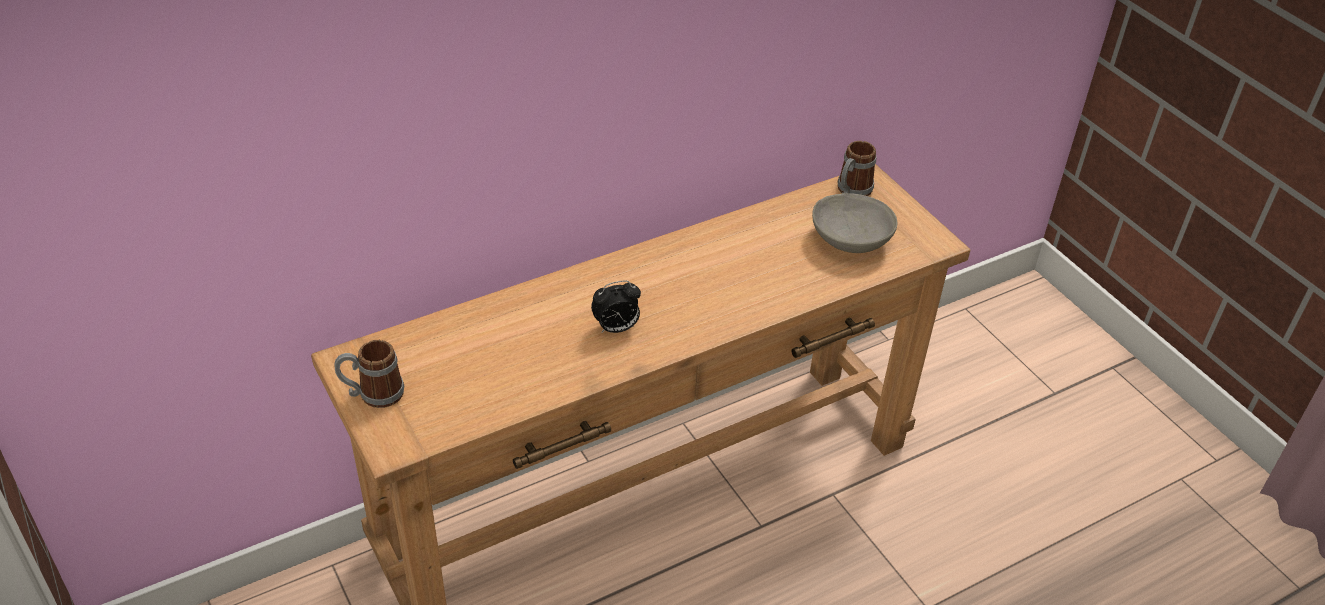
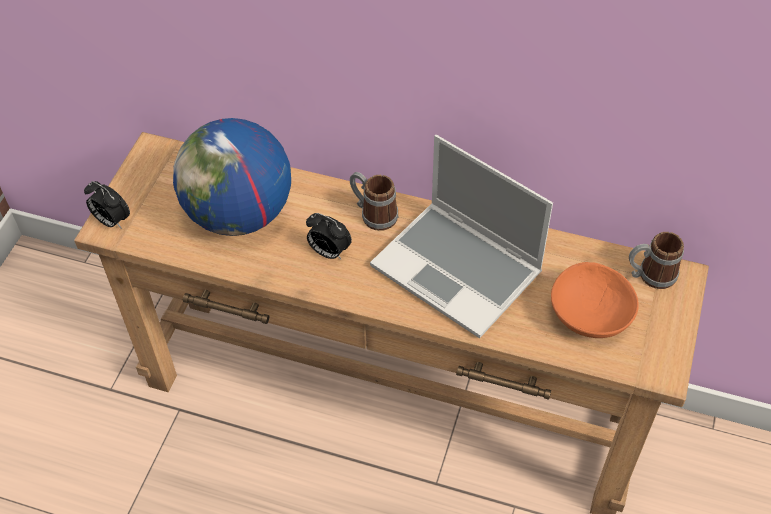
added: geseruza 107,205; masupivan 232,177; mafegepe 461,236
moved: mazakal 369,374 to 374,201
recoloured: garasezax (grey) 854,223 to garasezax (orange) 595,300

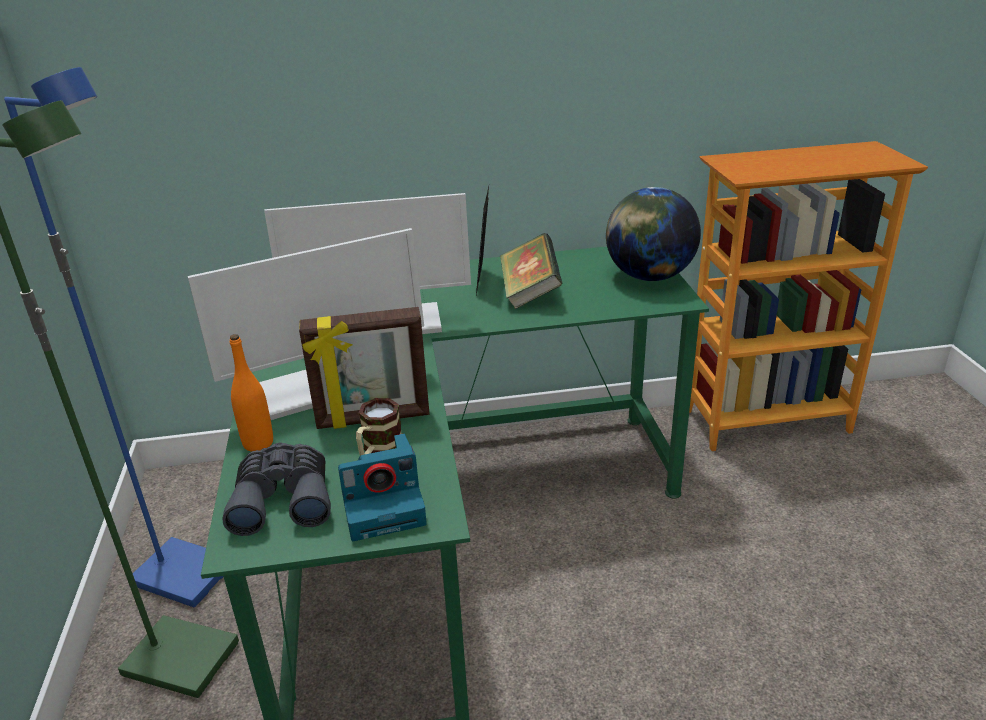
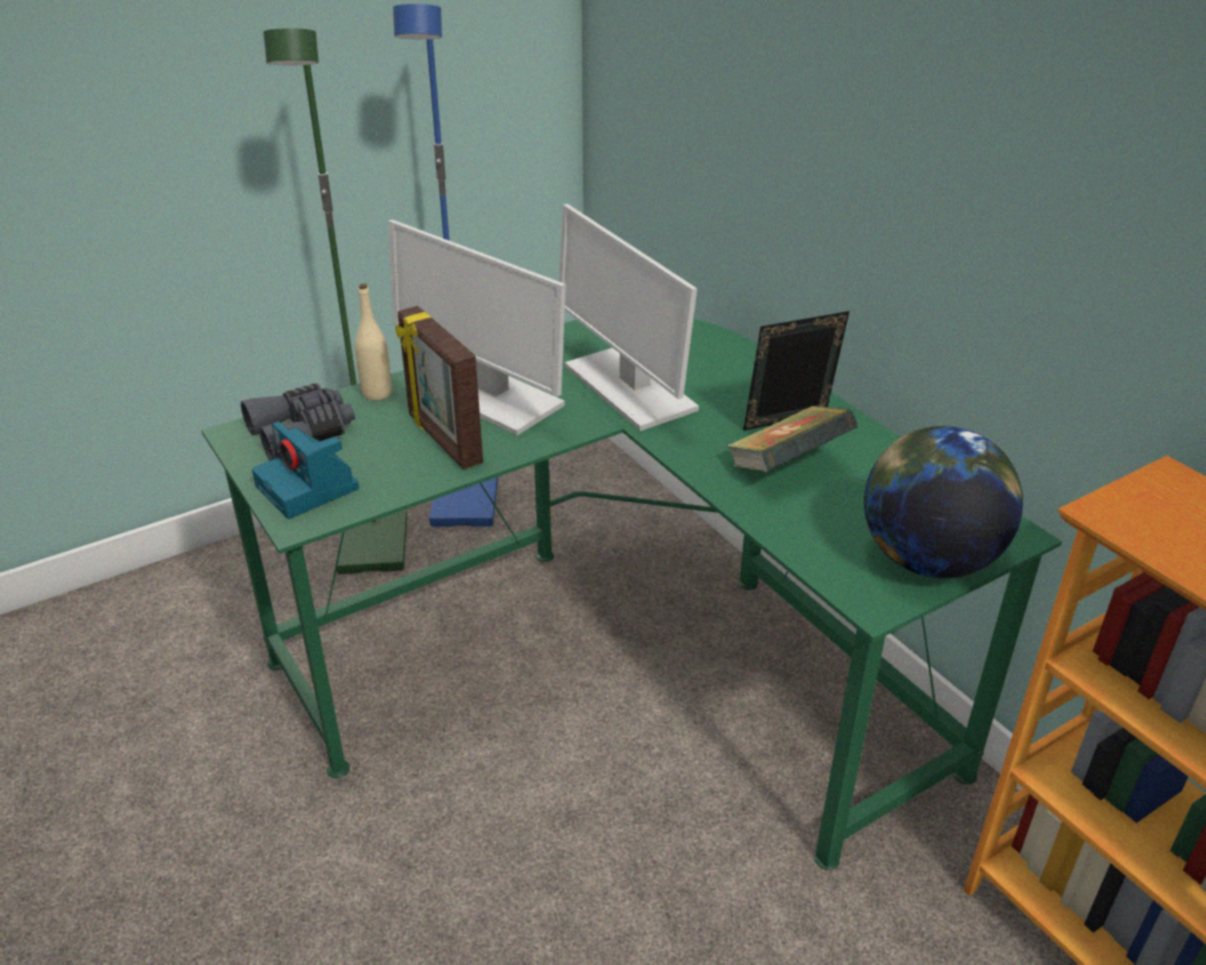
removed: mazakal 378,427
recoloured: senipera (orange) 251,393 to senipera (beige) 373,342

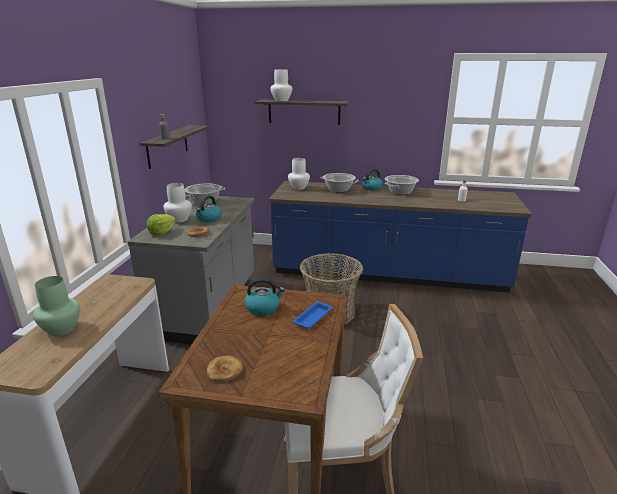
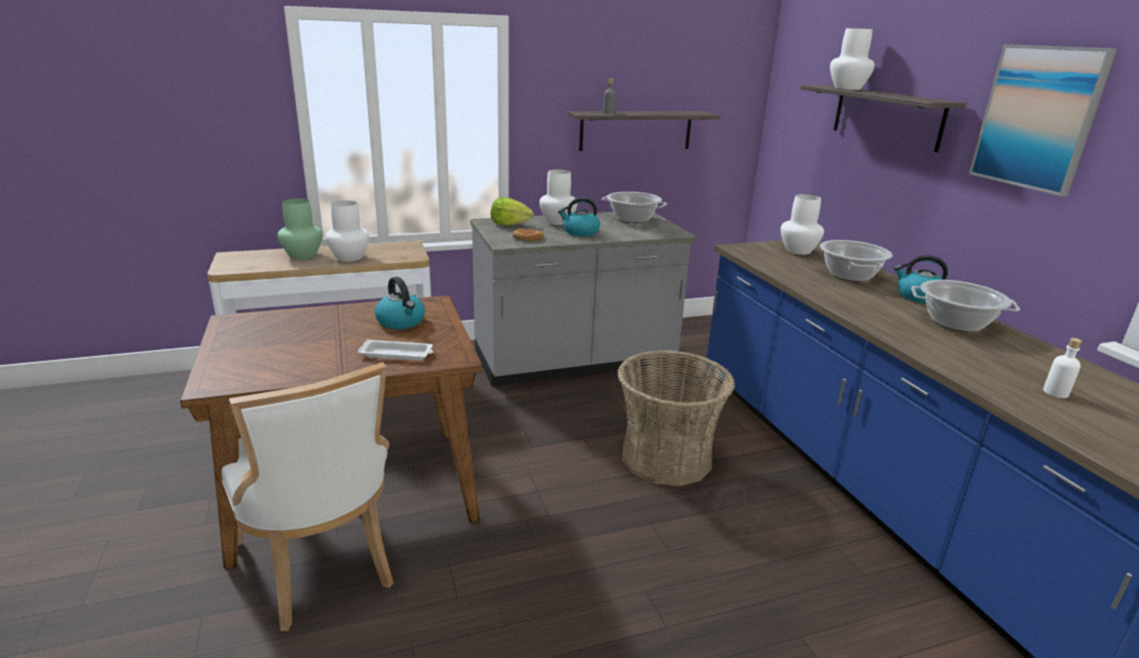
removed: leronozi 225,368
added: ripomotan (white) 347,231; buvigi 1043,120
recoloured: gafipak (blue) 312,315 to gafipak (white) 395,350

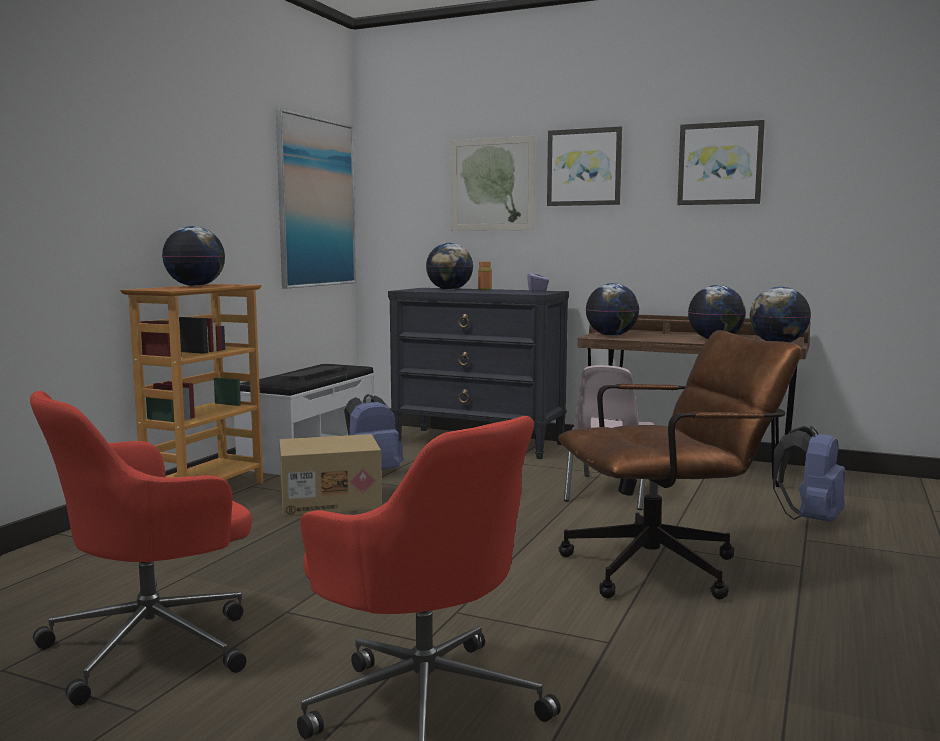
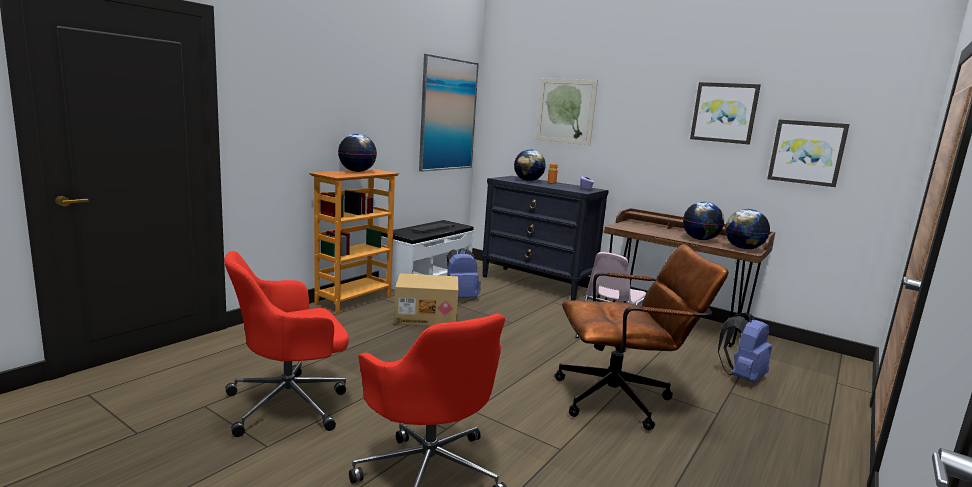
removed: masupivan 612,309
moved: buvigi 584,166 to 808,153

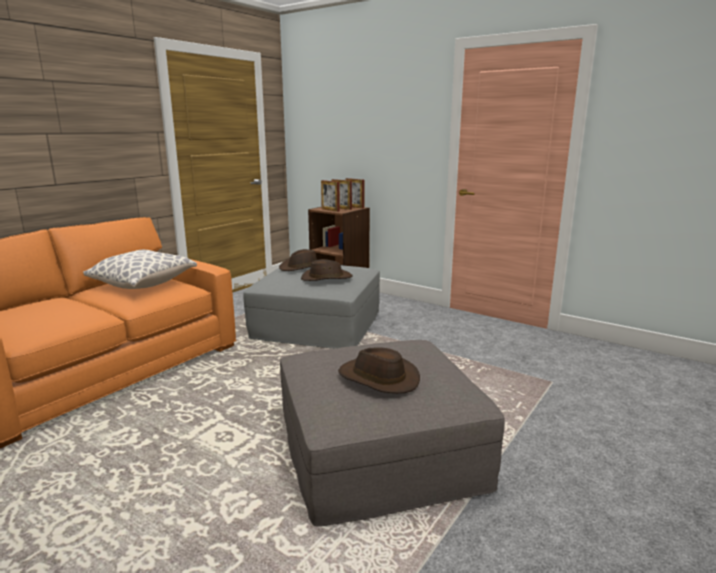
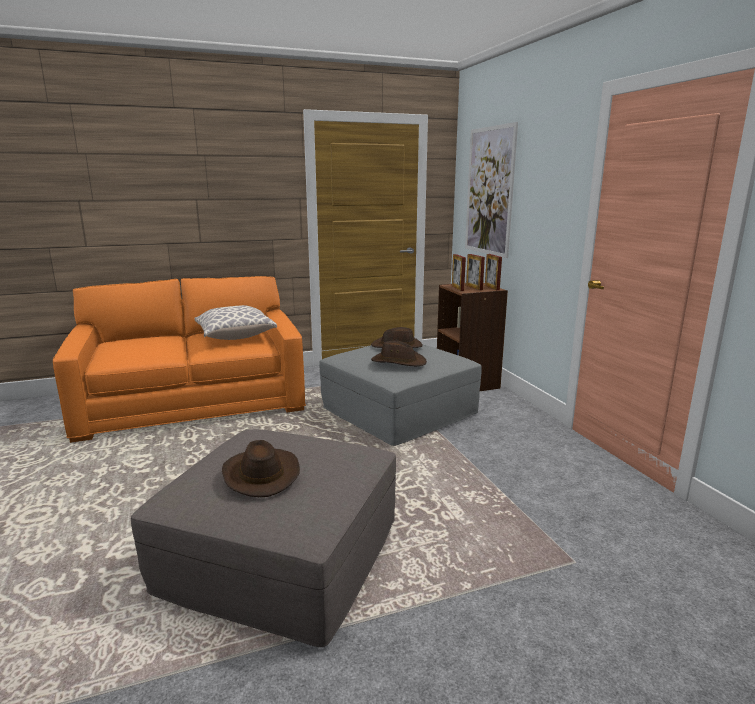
added: buvigi 491,190

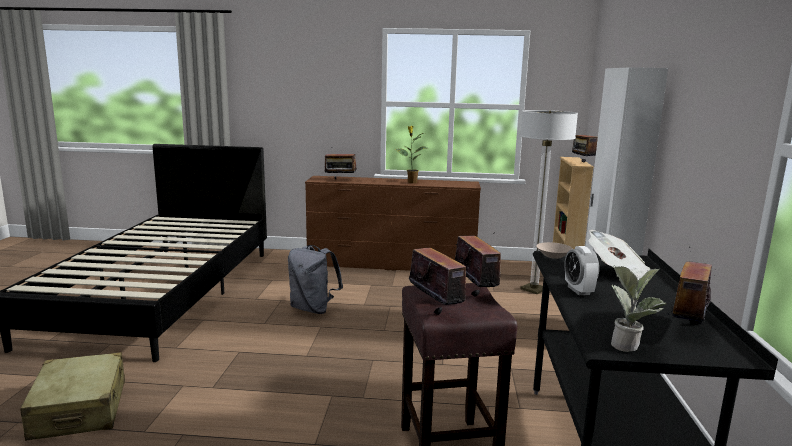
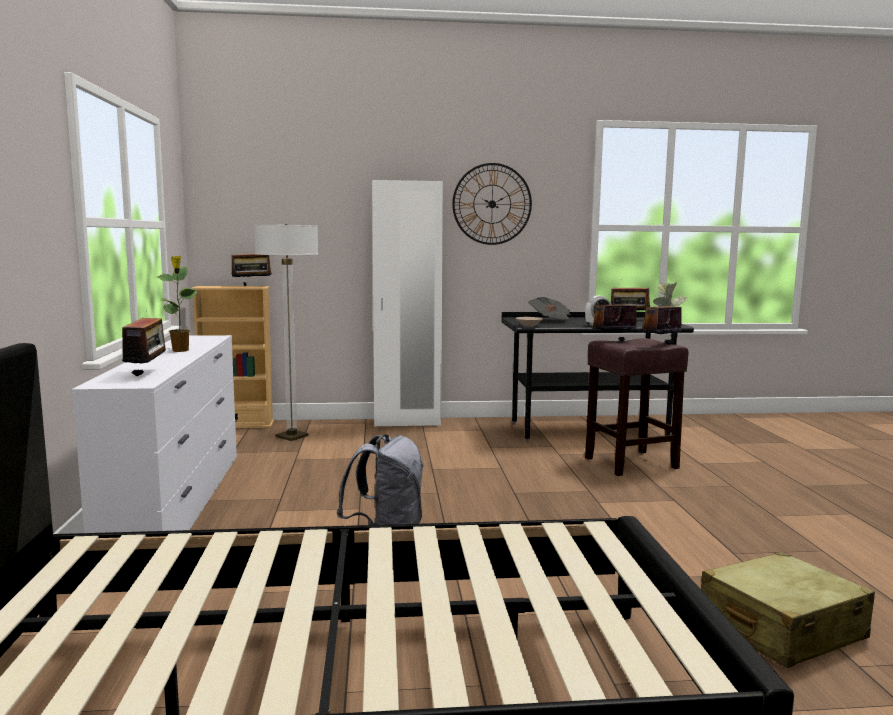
added: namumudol 492,204
recoloured: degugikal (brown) 393,223 to degugikal (white) 154,434

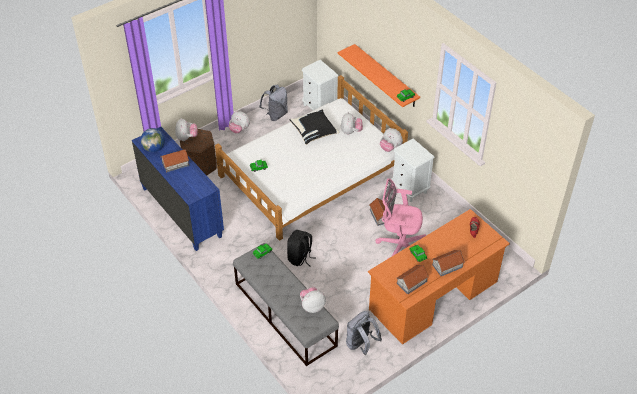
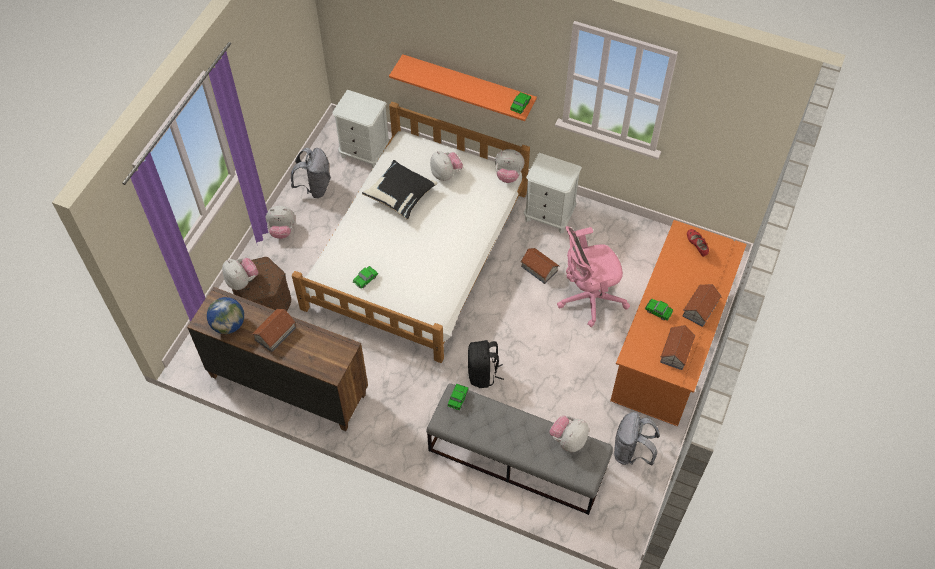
recoloured: degugikal (blue) 178,189 to degugikal (brown) 277,359

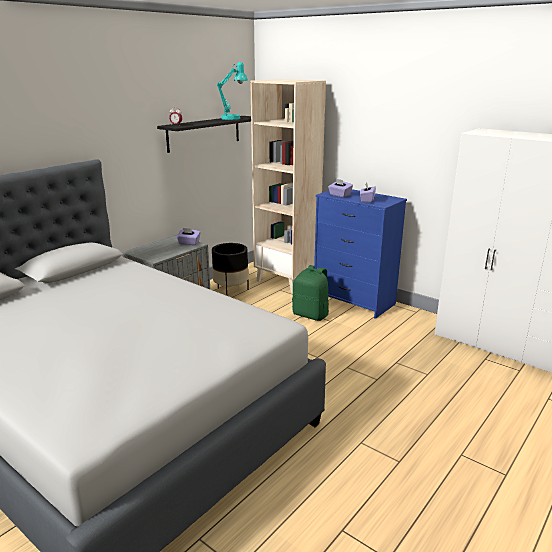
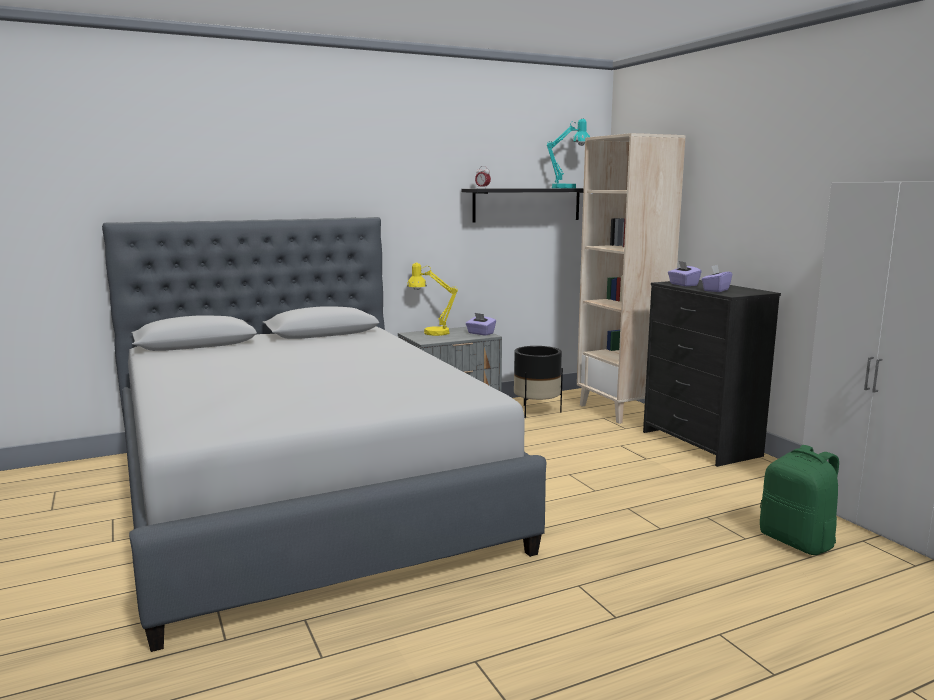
added: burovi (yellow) 432,299
moved: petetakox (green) 310,293 to 799,500
recoloured: degugikal (blue) 360,254 to degugikal (black) 712,373

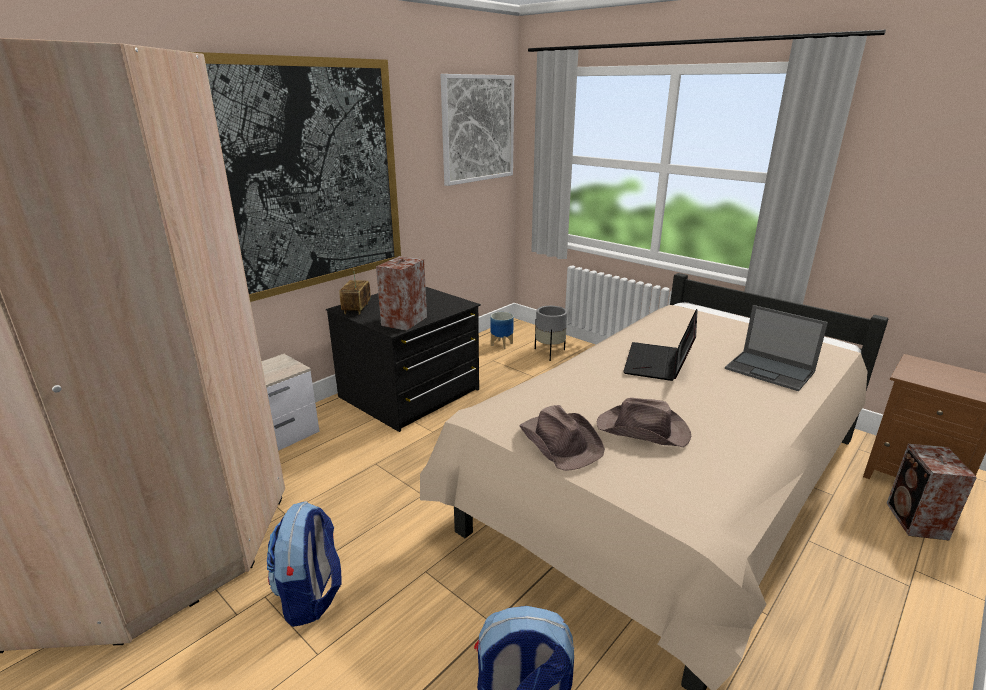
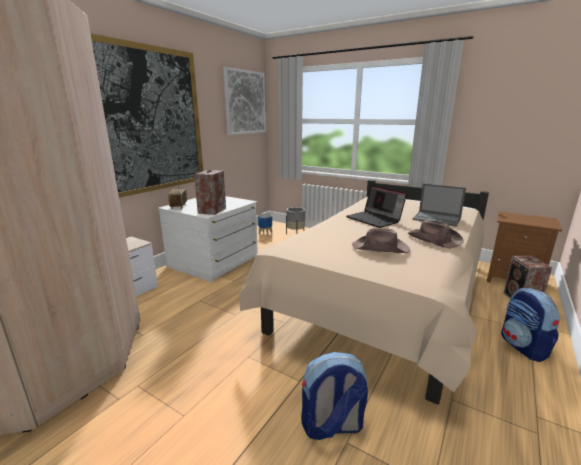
moved: petetakox 304,564 to 530,325; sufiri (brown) 562,438 to 436,234
recoloured: degugikal (black) 403,359 to degugikal (white) 208,239
turned: mafegepe 660,345 = 376,206 45 degrees counterclockwise

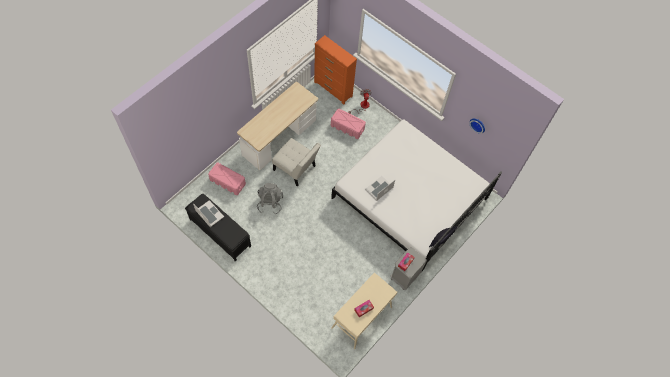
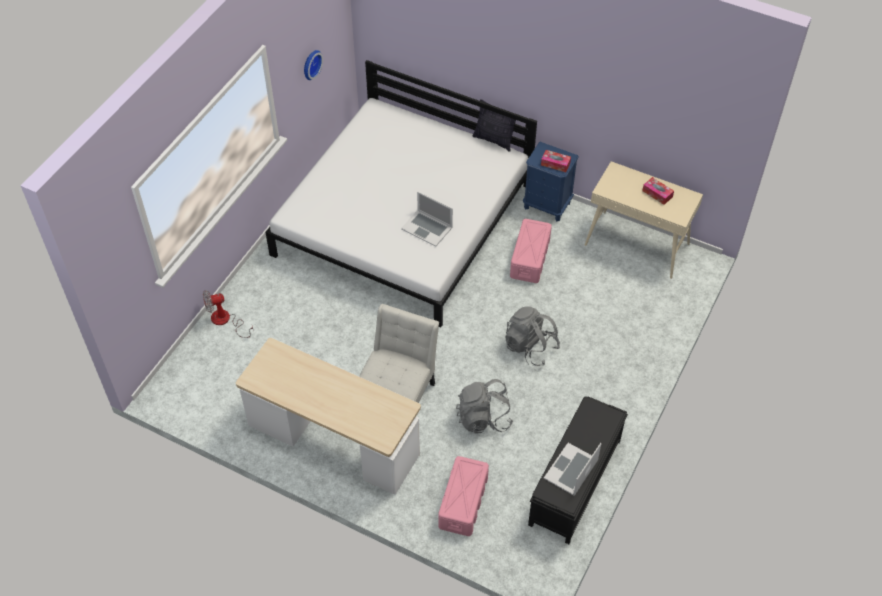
removed: degugikal (orange) 335,70
added: petetakox (grey) 532,336
moved: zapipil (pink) 348,124 to 531,251
recoloured: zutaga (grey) 409,269 to zutaga (blue) 551,181

